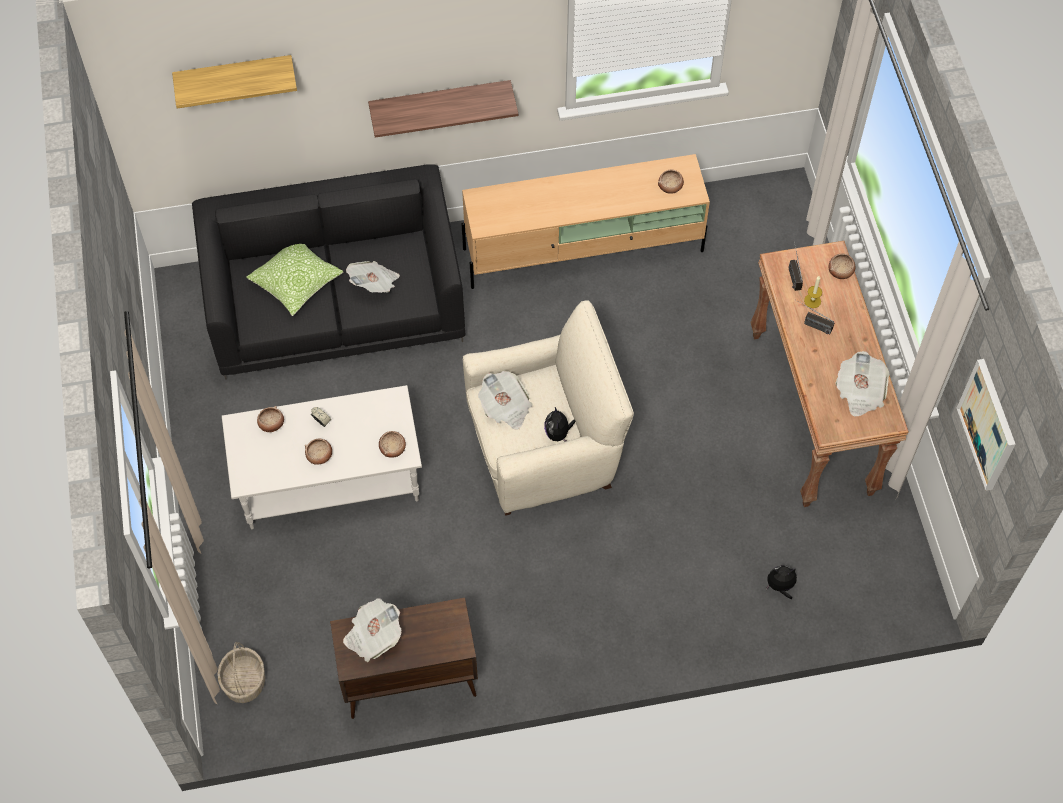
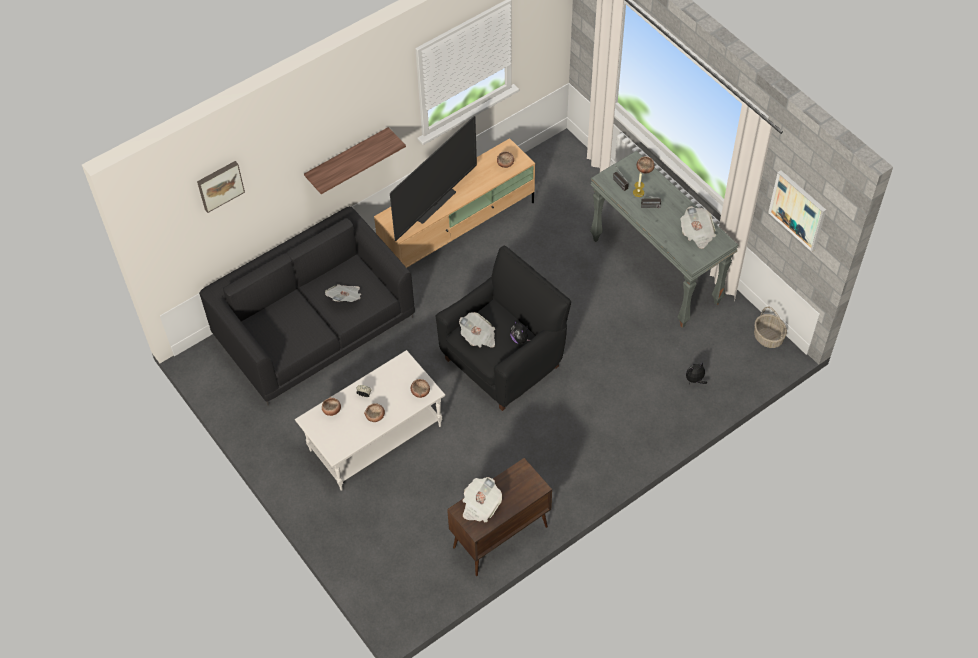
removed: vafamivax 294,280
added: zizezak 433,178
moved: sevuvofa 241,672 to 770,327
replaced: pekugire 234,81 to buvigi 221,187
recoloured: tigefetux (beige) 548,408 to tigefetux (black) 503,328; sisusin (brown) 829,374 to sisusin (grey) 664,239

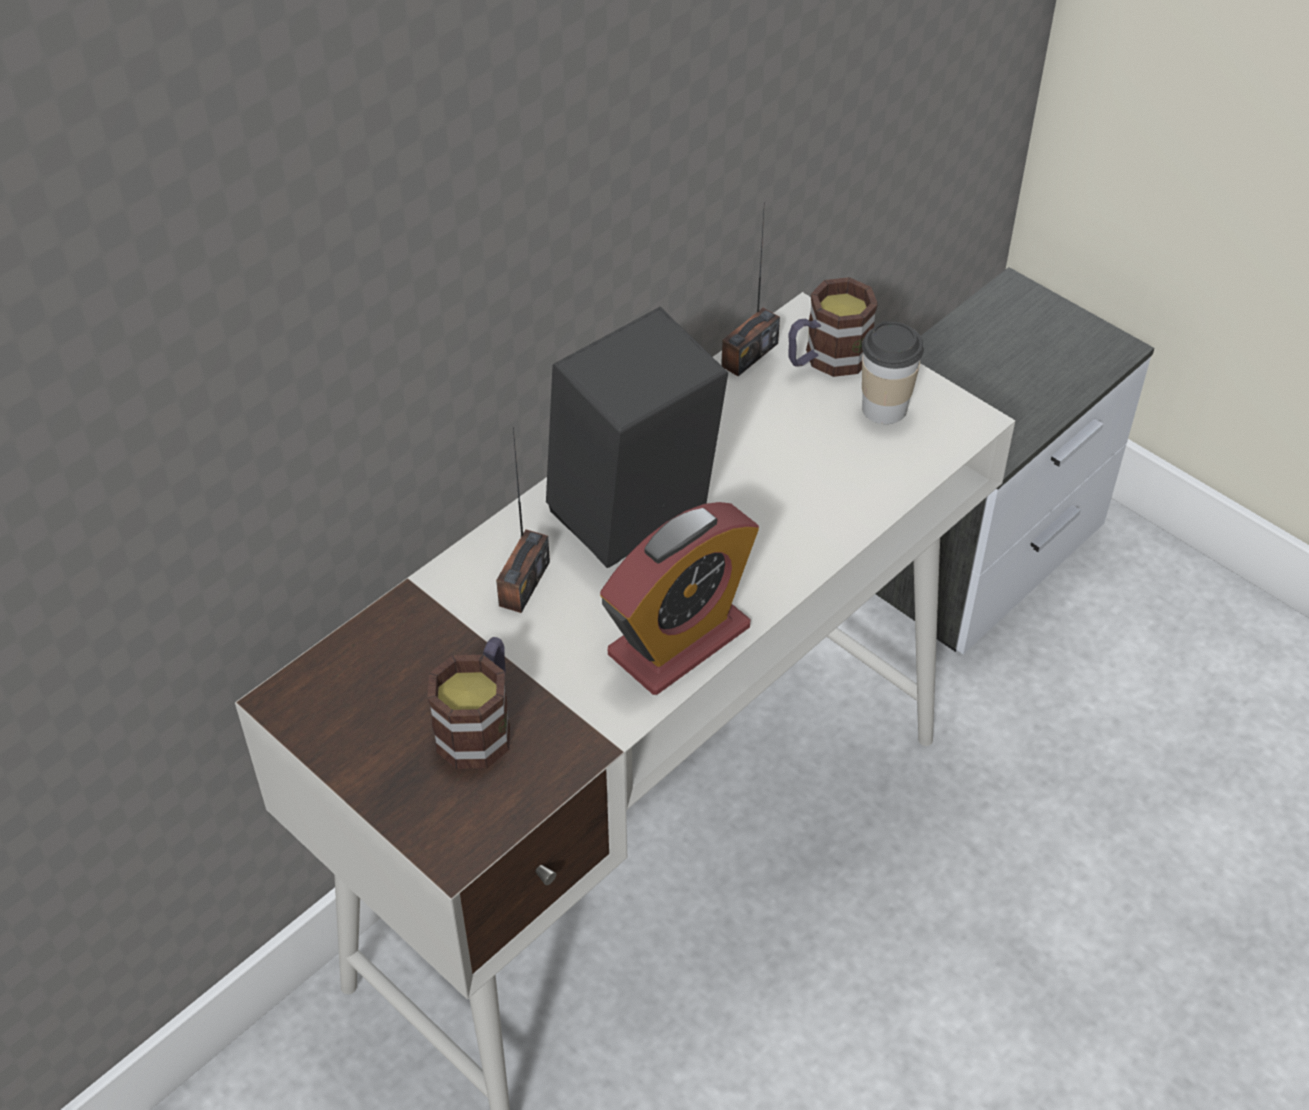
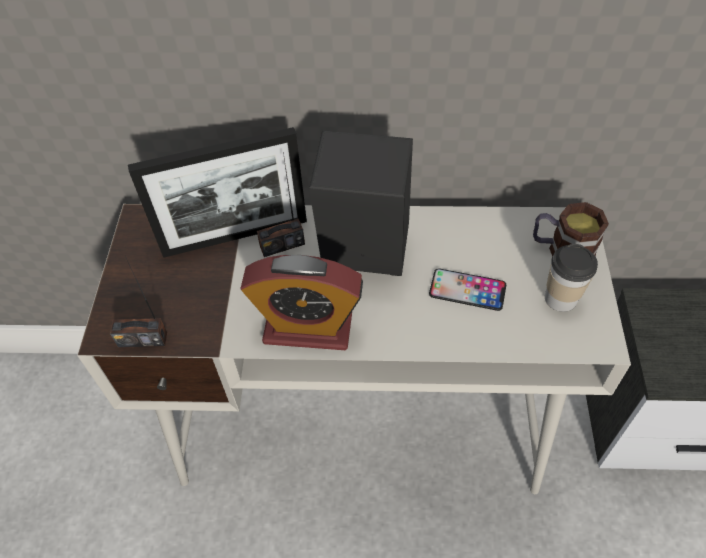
removed: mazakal 468,703
added: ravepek 217,192; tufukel 467,289
moved: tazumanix 750,294 to 138,302

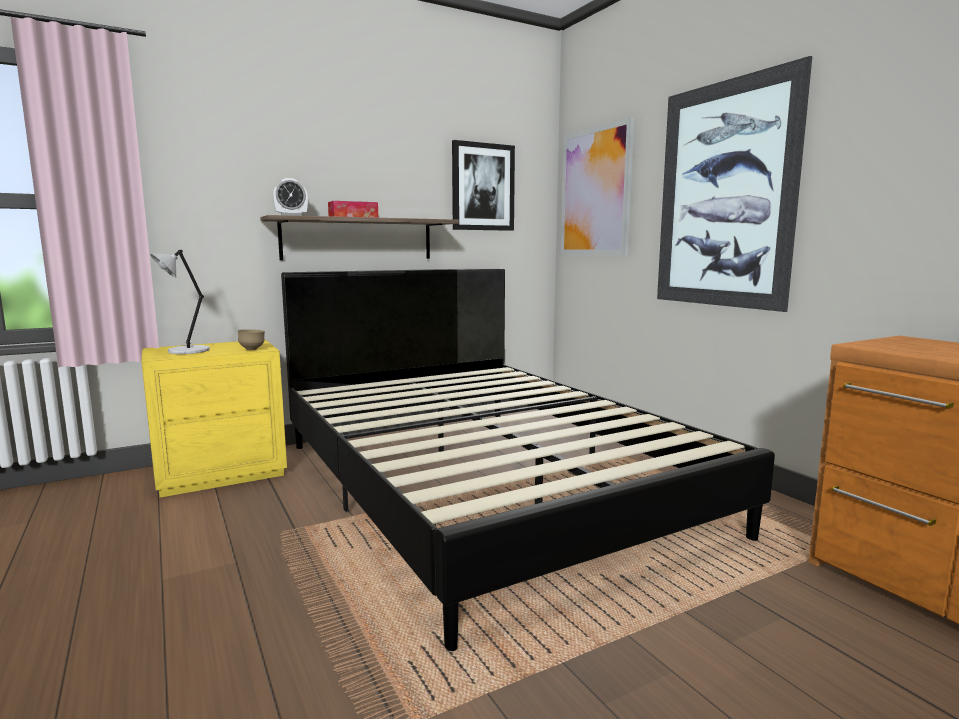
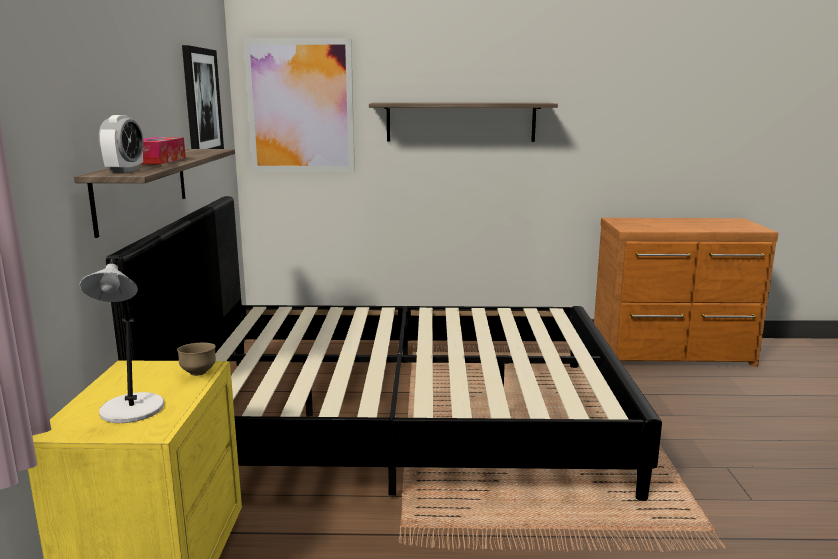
replaced: buvigi 734,184 to pekugire 463,122

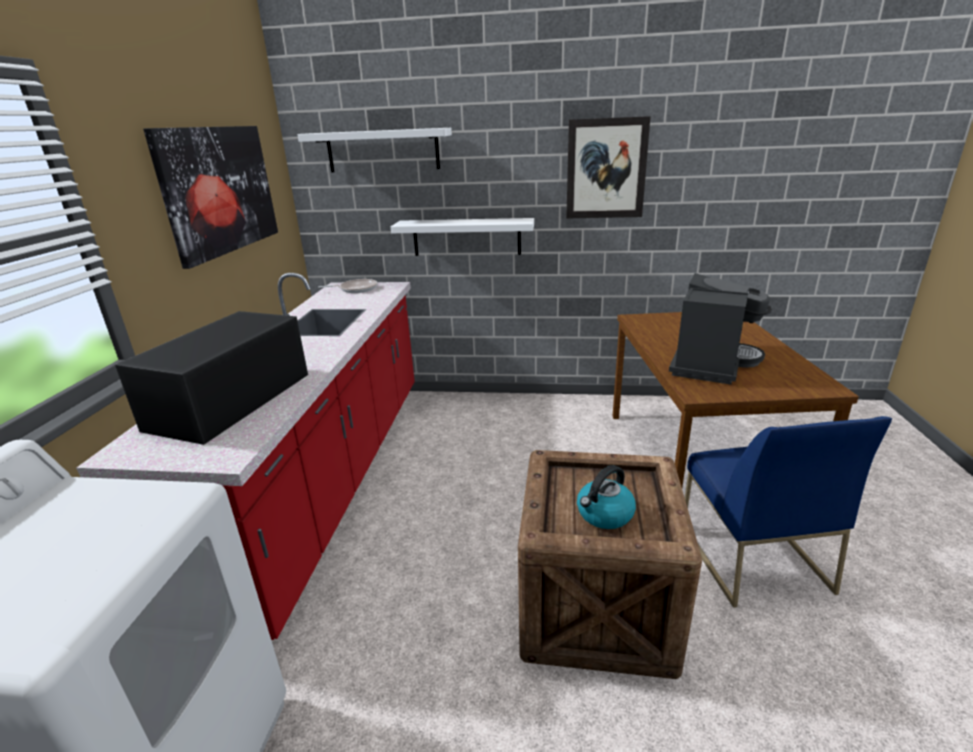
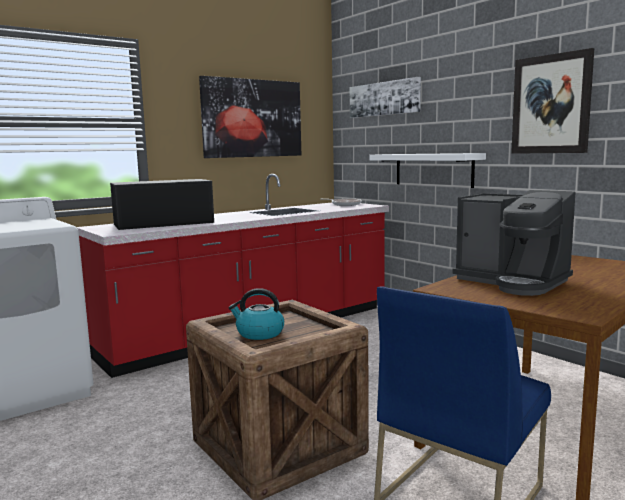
replaced: pekugire (white) 375,150 to buvigi 385,97
turned: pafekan 720,329 = 513,243 60 degrees clockwise

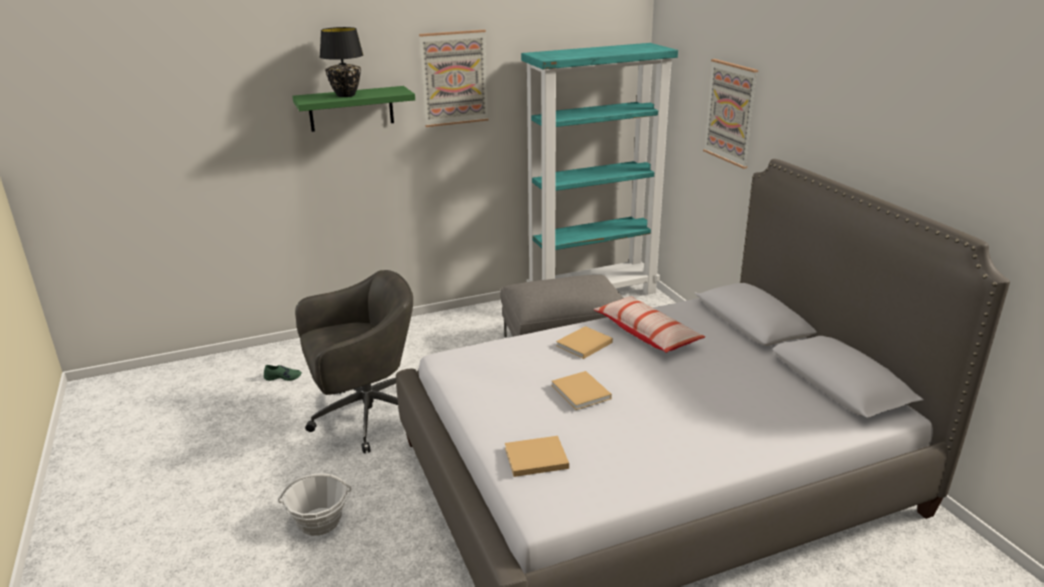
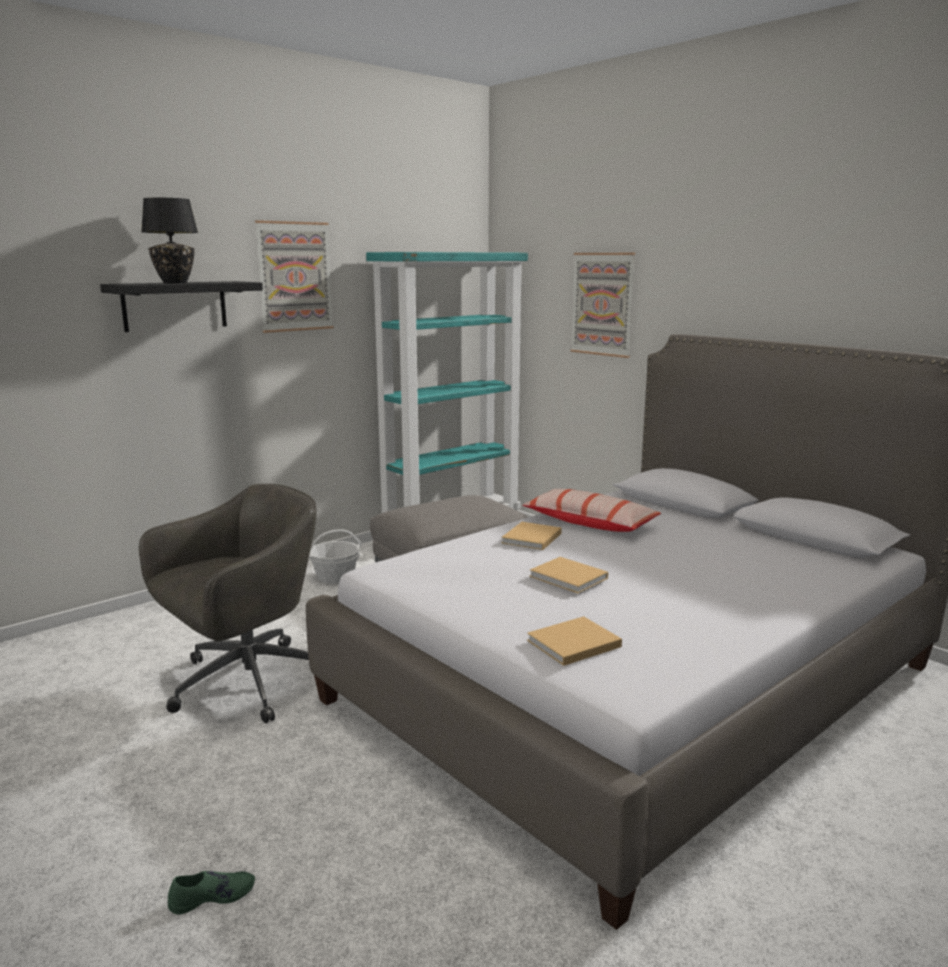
moved: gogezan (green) 283,373 to 211,893; sevuvofa 314,504 to 335,556
recoloured: pekugire (green) 353,109 to pekugire (black) 181,306

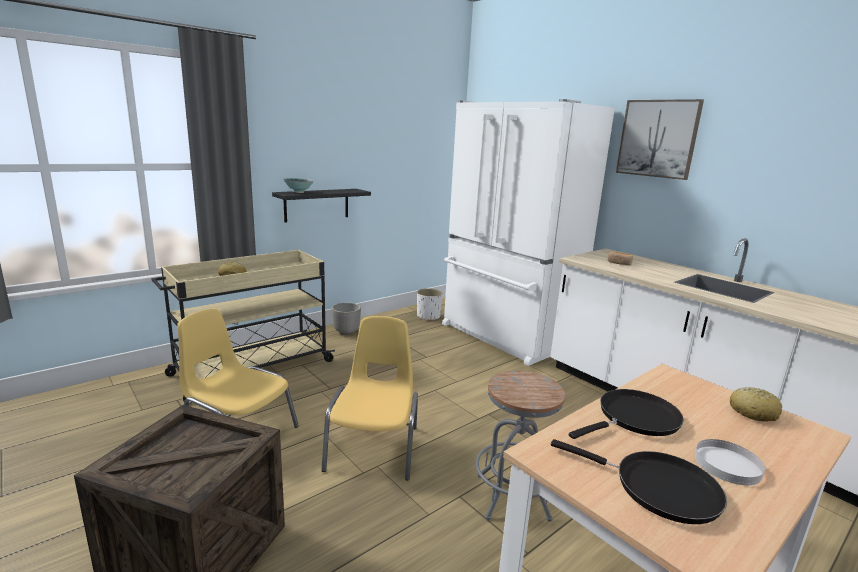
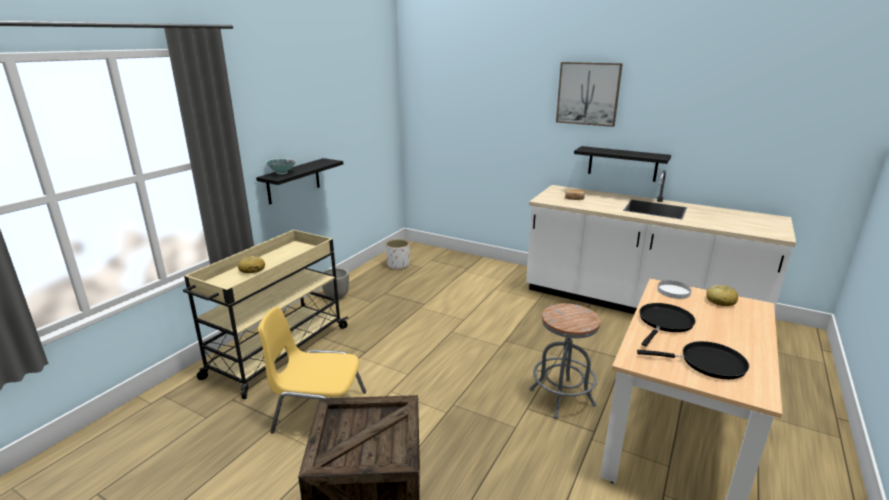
removed: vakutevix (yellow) 369,398; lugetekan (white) 528,232
added: pekugire (black) 622,164
moved: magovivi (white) 730,462 to 674,289

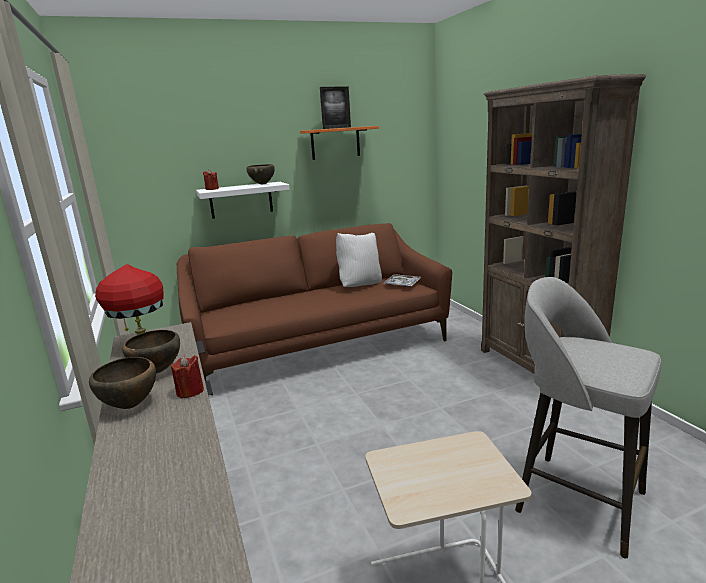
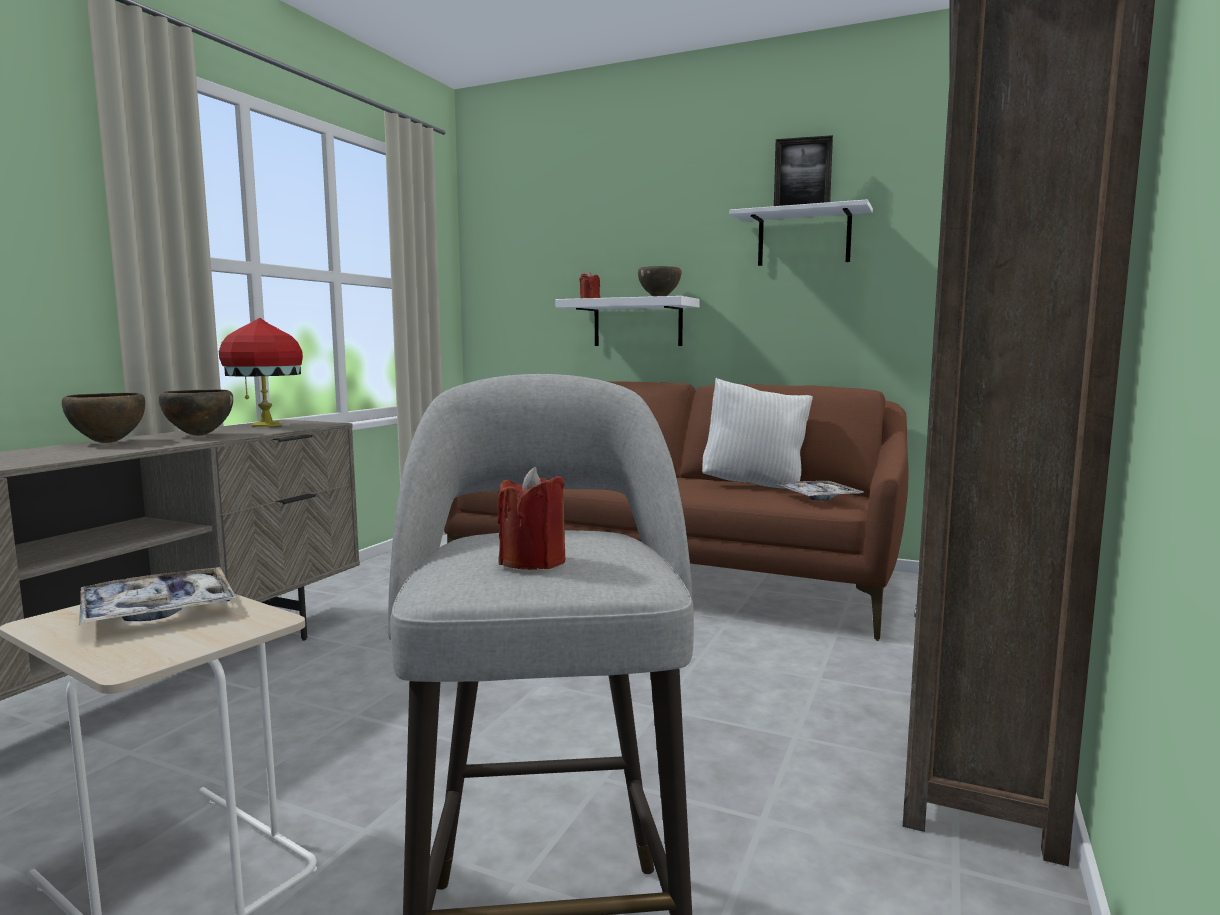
added: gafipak 157,596
moved: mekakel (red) 187,377 to 531,518
recoloured: pekugire (orange) 339,143 to pekugire (white) 801,232

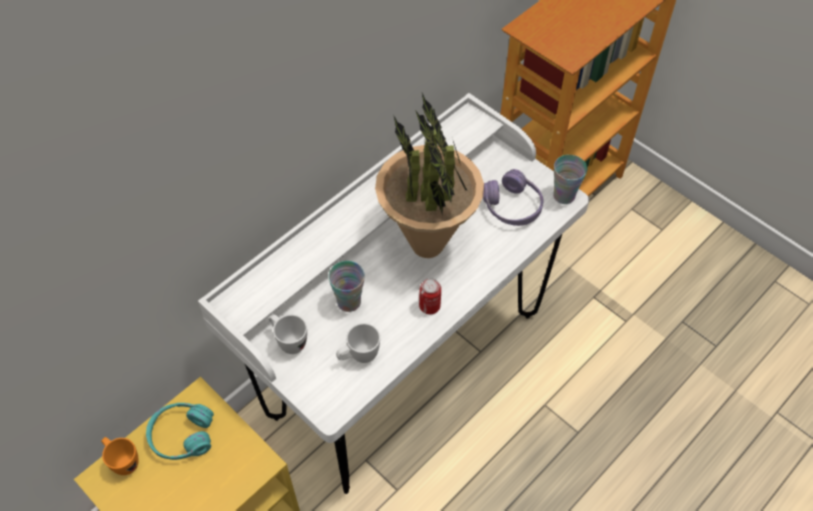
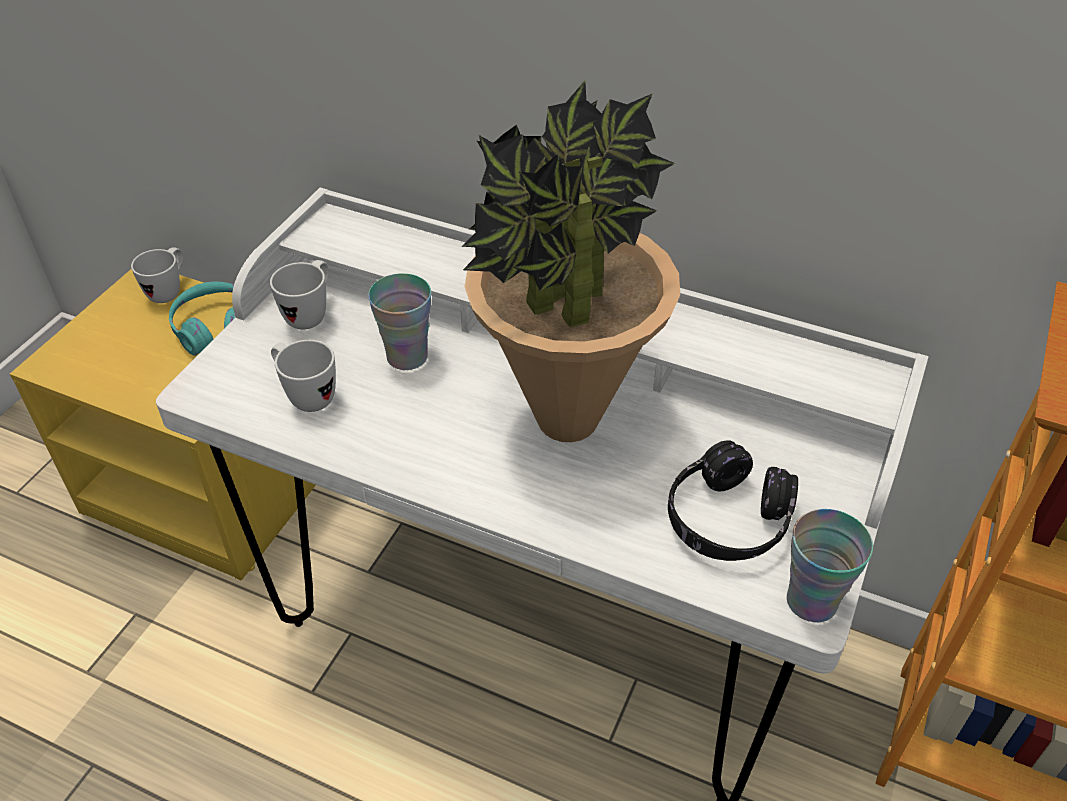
removed: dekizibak 430,296
recoloured: mazakal (orange) 120,456 to mazakal (white) 157,275; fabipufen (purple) 513,197 to fabipufen (black) 733,500

